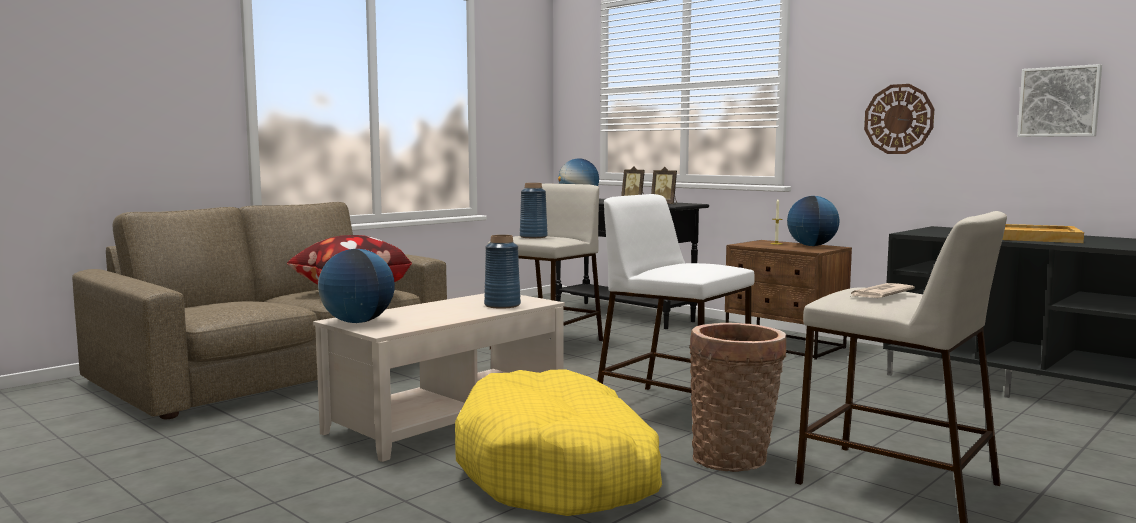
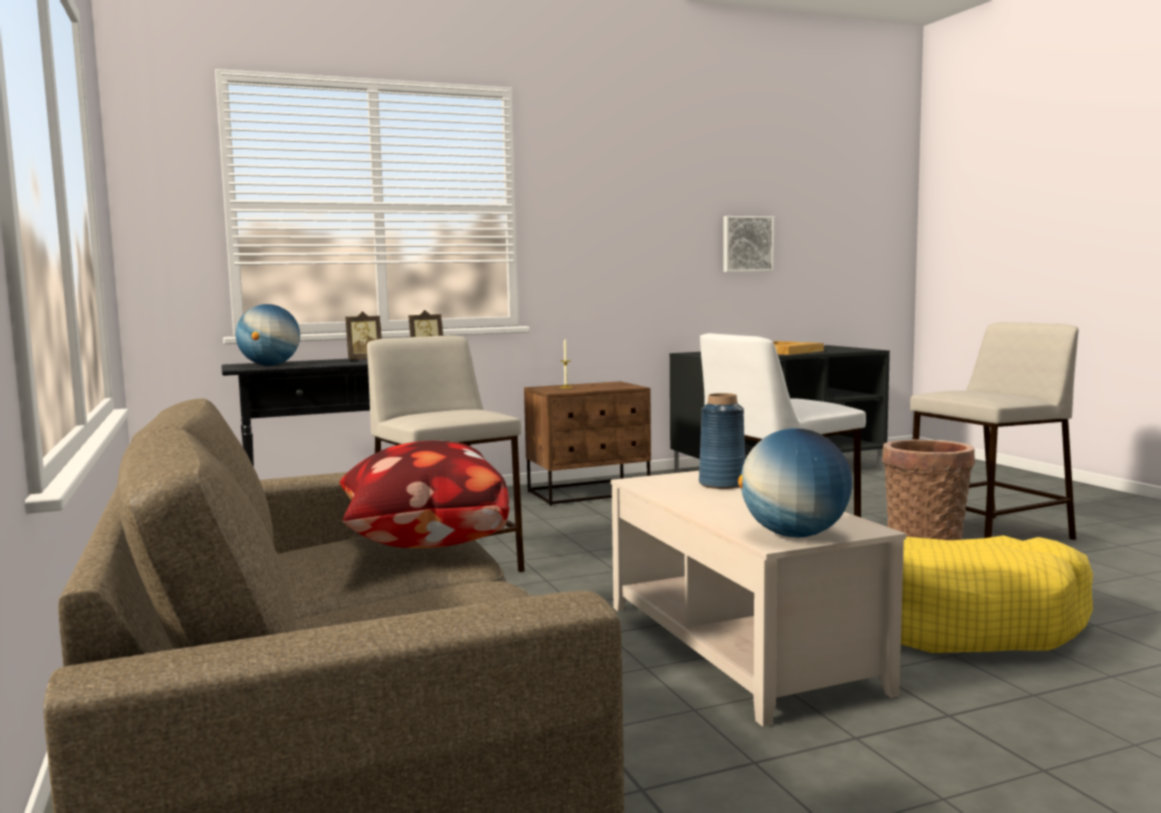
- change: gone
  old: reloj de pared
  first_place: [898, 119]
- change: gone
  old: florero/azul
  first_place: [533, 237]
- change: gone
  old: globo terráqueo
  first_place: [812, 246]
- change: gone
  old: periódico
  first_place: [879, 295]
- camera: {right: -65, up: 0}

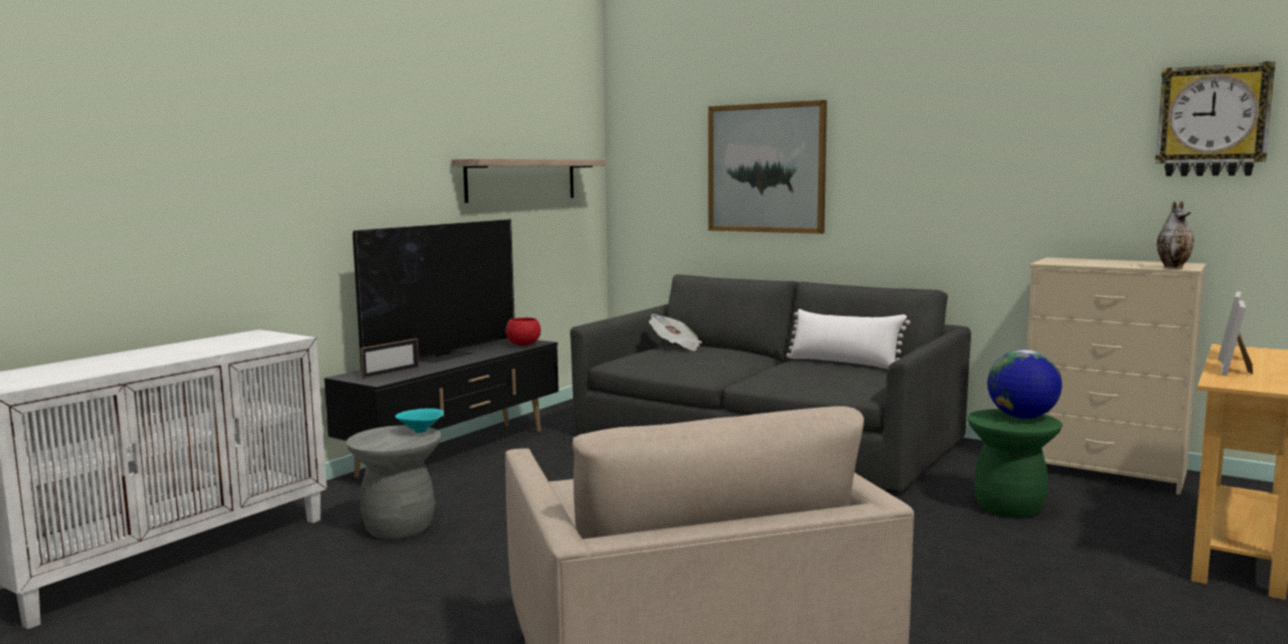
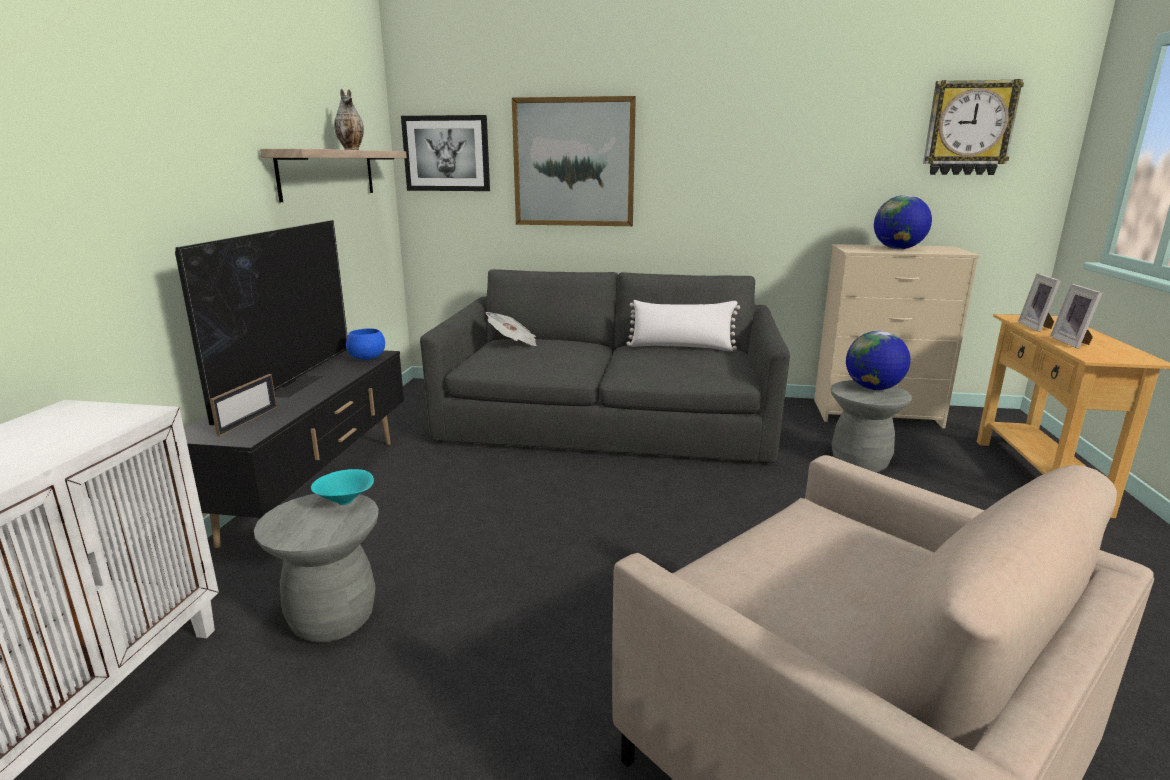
- change: shifted
  old: florero
  first_place: [1173, 267]
  second_place: [352, 149]
- change: repainted
  old: cuenco/rojo
  new: cuenco/azul
  first_place: [523, 345]
  second_place: [367, 359]
- change: repainted
  old: taburete/verde
  new: taburete/gris
  first_place: [1009, 508]
  second_place: [860, 463]
- change: new
  new: cuadro
  second_place: [446, 153]
- change: new
  new: globo terráqueo
  second_place: [898, 249]
- camera: {right: -25, up: 10}

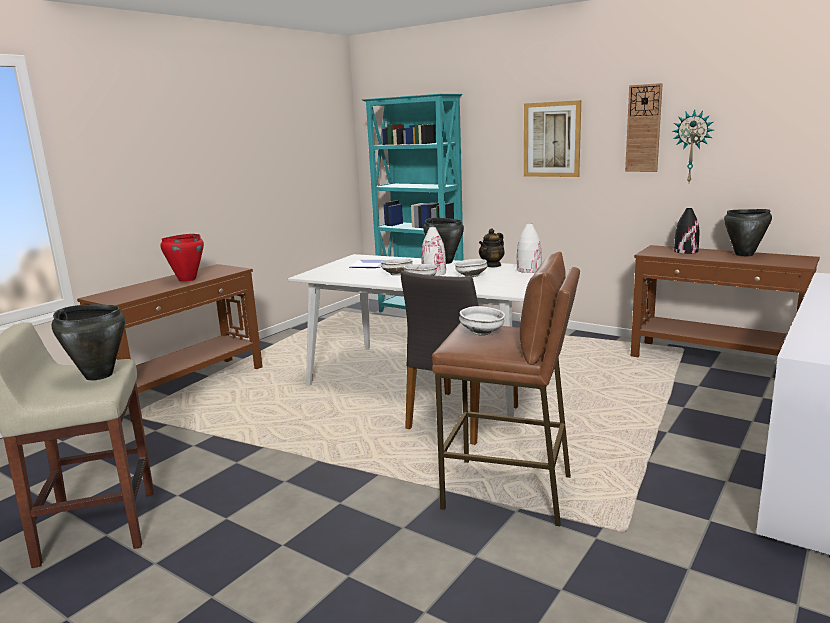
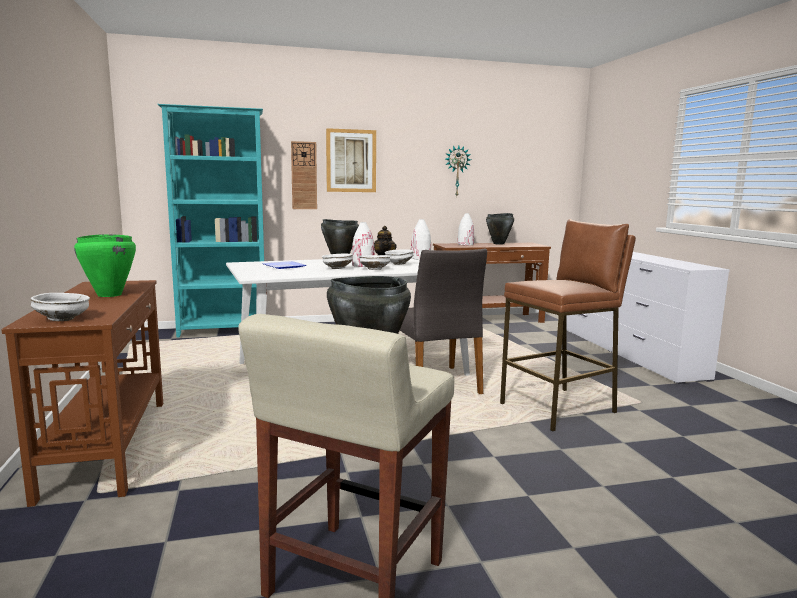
- change: shifted
  old: reloj de pared
  first_place: [643, 128]
  second_place: [304, 175]
- change: repainted
  old: florero/negro
  new: florero/blanco
  first_place: [685, 251]
  second_place: [465, 244]
- change: repainted
  old: olla/rojo
  new: olla/verde
  first_place: [186, 279]
  second_place: [109, 295]
- change: shifted
  old: cuenco/blanco
  first_place: [482, 333]
  second_place: [63, 319]
- camera: {right: -50, up: -5}

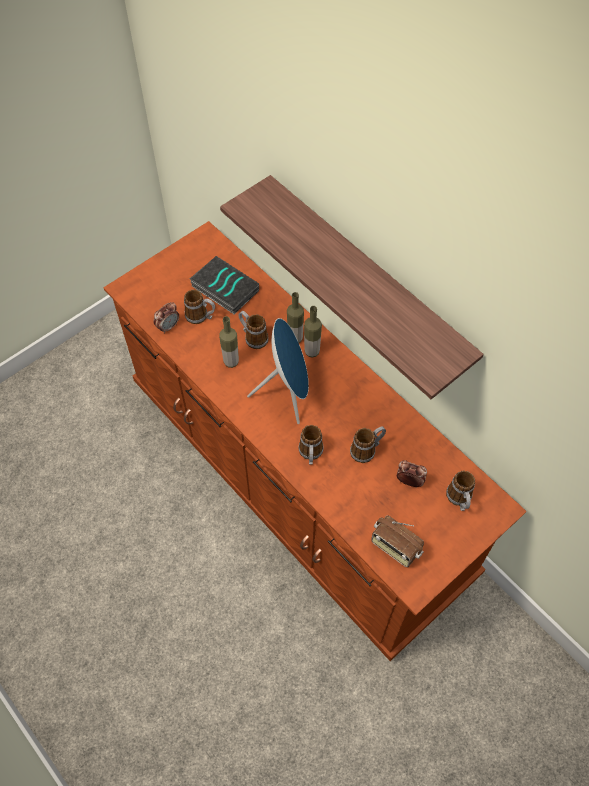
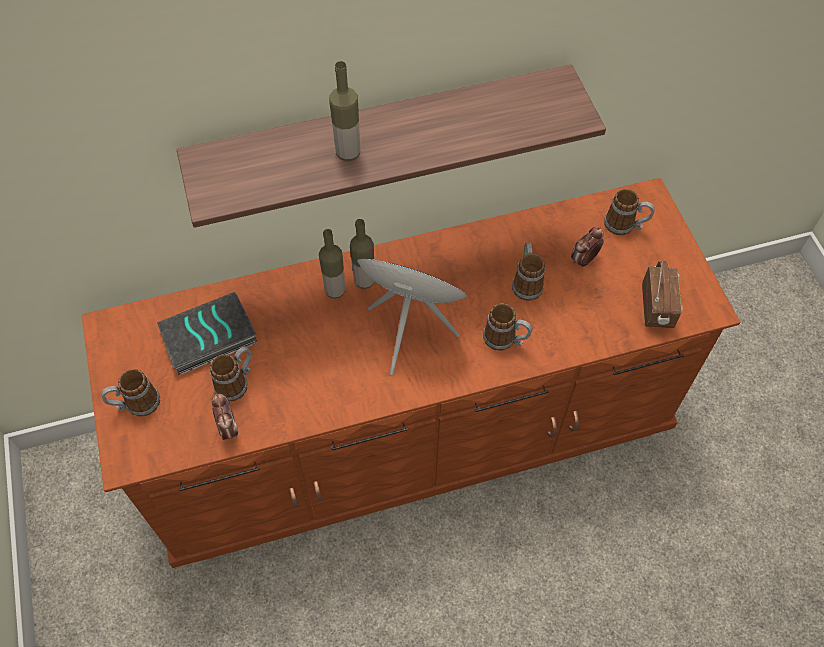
- change: shifted
  old: taza grande
  first_place: [253, 337]
  second_place: [136, 404]
- change: shifted
  old: botella
  first_place: [231, 362]
  second_place: [348, 153]
- change: rotated
  old: radio
  first_place: [395, 547]
  second_place: [657, 307]
  degrees: -60
- camera: {right: -65, up: 0}

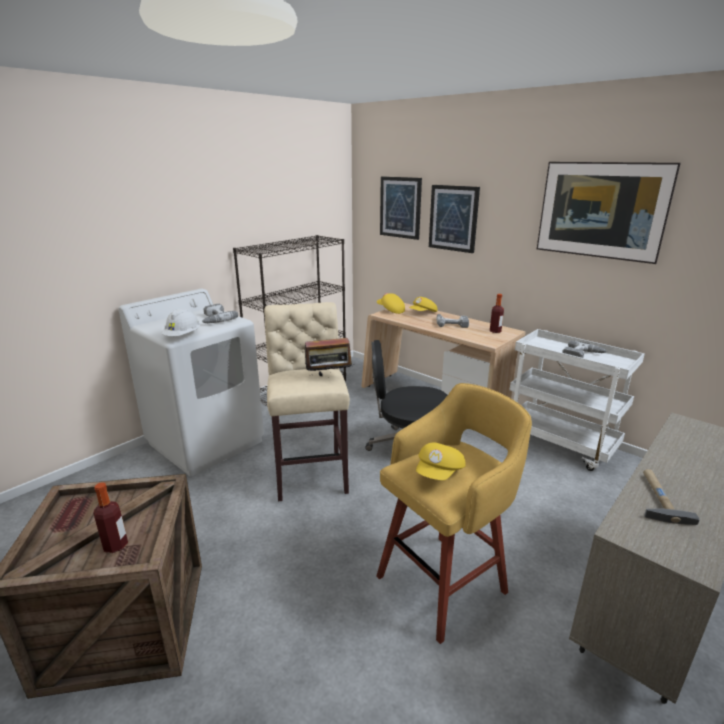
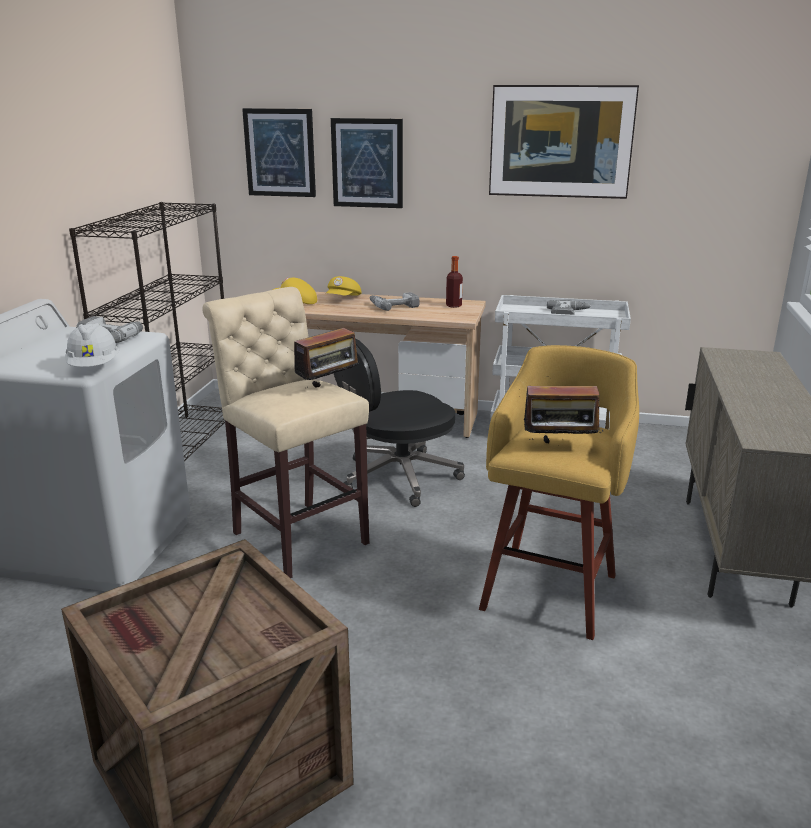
- change: swapped
  old: gorra/amarillo
  new: radio
  first_place: [439, 473]
  second_place: [559, 446]
- change: gone
  old: martillo
  first_place: [657, 497]
- change: gone
  old: botella
  first_place: [115, 545]
- camera: {right: -30, up: 0}

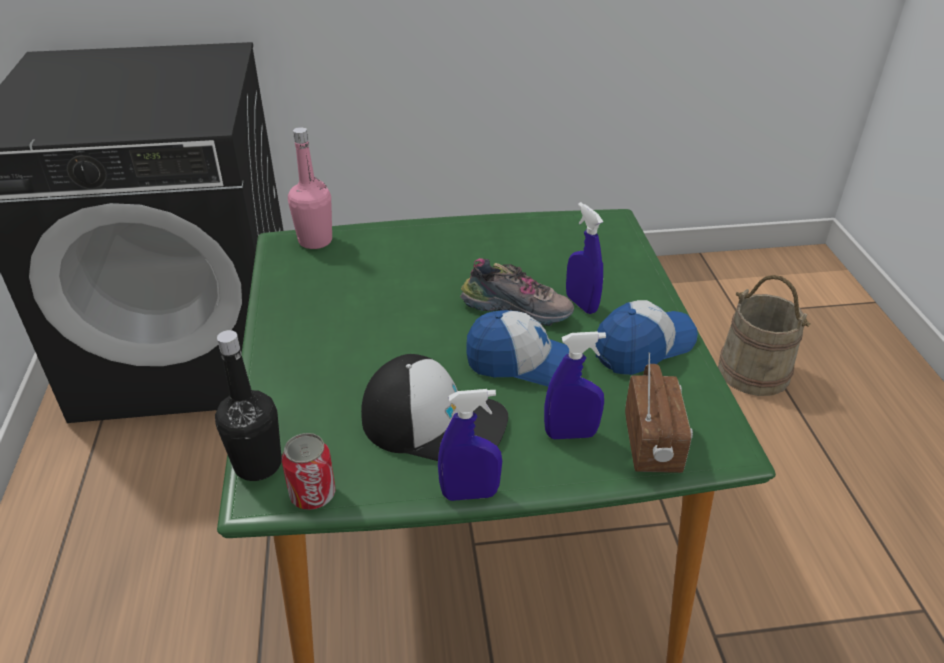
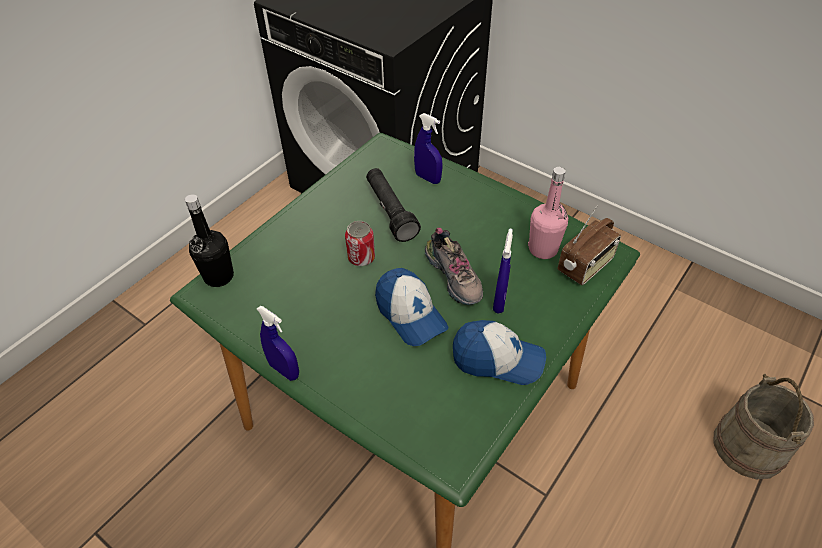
- change: shifted
  old: botella/rosa
  first_place: [315, 241]
  second_place: [543, 249]
- change: shifted
  old: pulverizador/azul
  first_place: [571, 434]
  second_place: [428, 178]
- change: shifted
  old: radio
  first_place: [653, 444]
  second_place: [586, 266]
- change: gone
  old: gorra
  first_place: [435, 421]
- change: shifted
  old: lata
  first_place: [313, 494]
  second_place: [361, 257]
- change: new
  new: linterna/negro
  second_place: [390, 211]
- camera: {right: 45, up: 10}

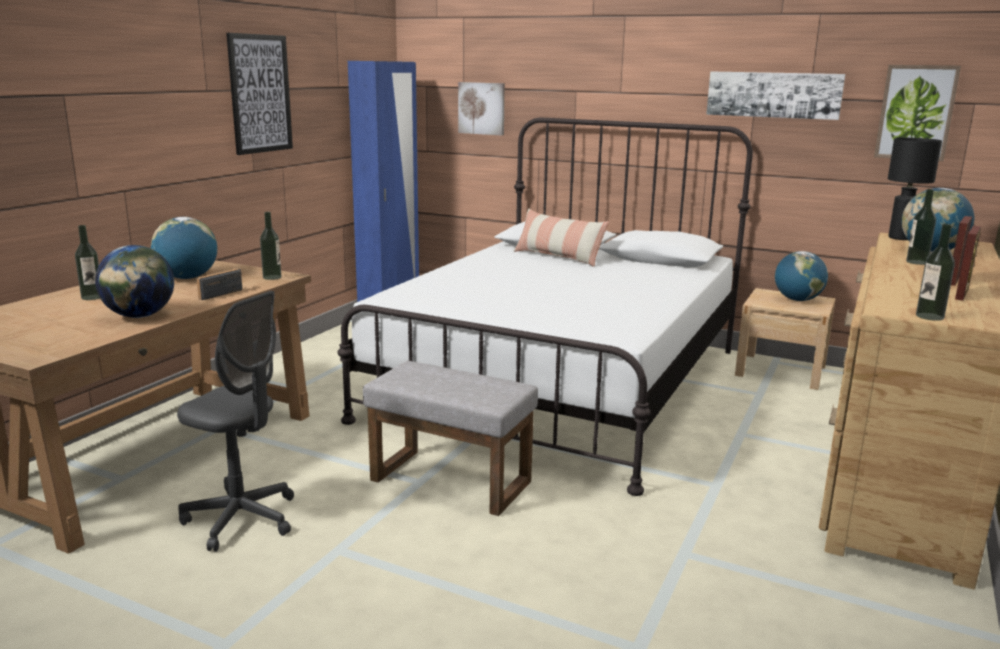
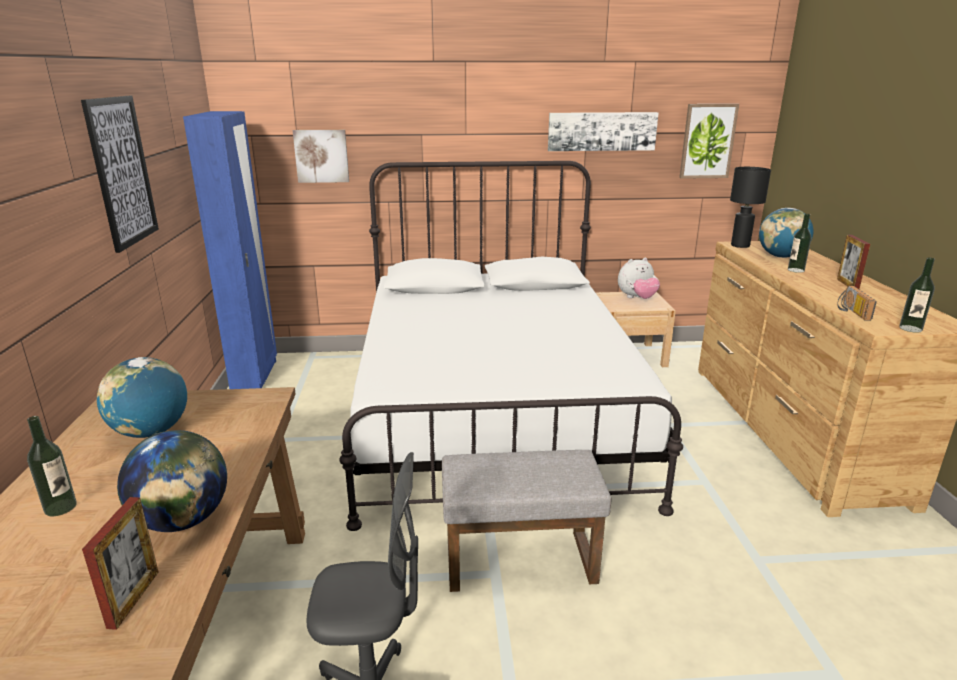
- change: gone
  old: cojín
  first_place: [558, 257]
- change: gone
  old: botella
  first_place: [272, 277]
- change: shifted
  old: portarretratos
  first_place: [961, 294]
  second_place: [133, 599]
- change: swapped
  old: globo terráqueo
  new: peluche
  first_place: [797, 300]
  second_place: [637, 298]
- change: shifted
  old: radio
  first_place: [219, 293]
  second_place: [851, 312]
- camera: {right: -30, up: 5}

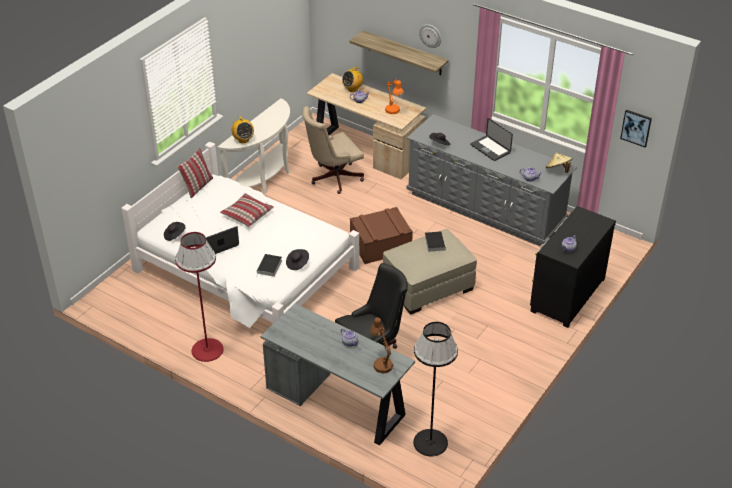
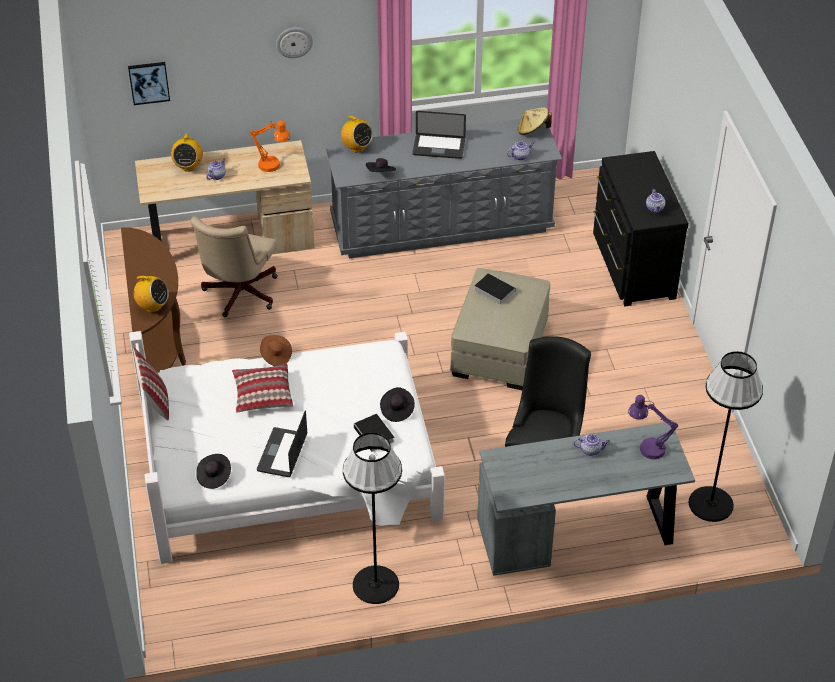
- change: gone
  old: estante
  first_place: [404, 53]
- change: repainted
  old: mesa consola/blanco
  new: mesa consola/marrón
  first_place: [264, 178]
  second_place: [159, 346]
- change: shifted
  old: cuadro
  first_place: [636, 127]
  second_place: [149, 82]
- change: gone
  old: caja de almacenaje/marrón
  first_place: [380, 245]
- change: repainted
  old: lámpara de pie/rojo
  new: lámpara de pie/negro
  first_place: [207, 350]
  second_place: [375, 585]
- change: repainted
  old: lámpara de mesa/marrón
  new: lámpara de mesa/morado
  first_place: [381, 363]
  second_place: [647, 448]
- change: new
  new: radio
  second_place: [356, 147]
- change: new
  new: sombrero/marrón
  second_place: [275, 356]
- camera: {right: -45, up: 5}

